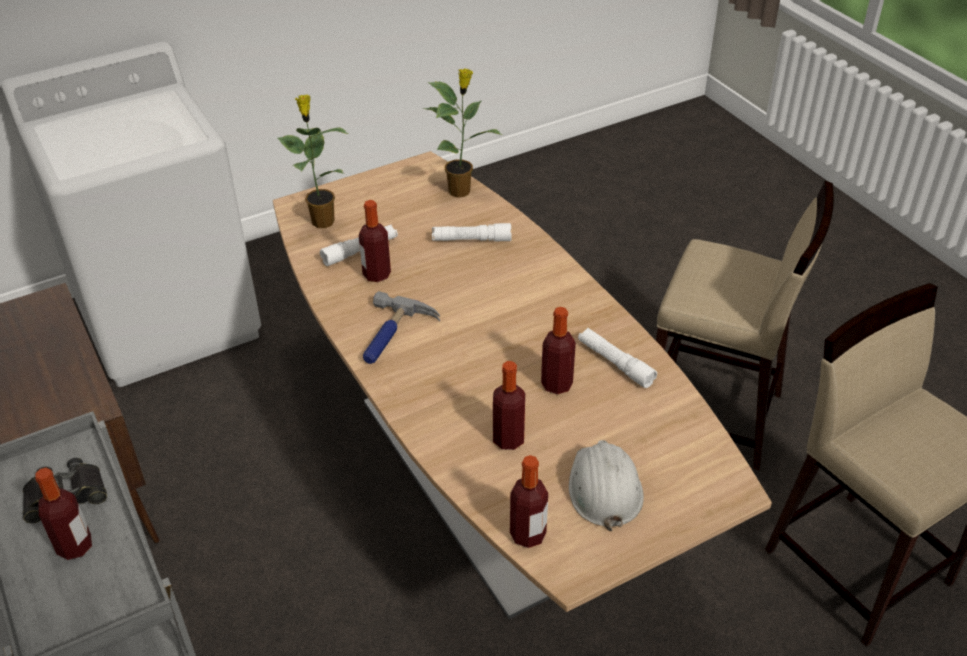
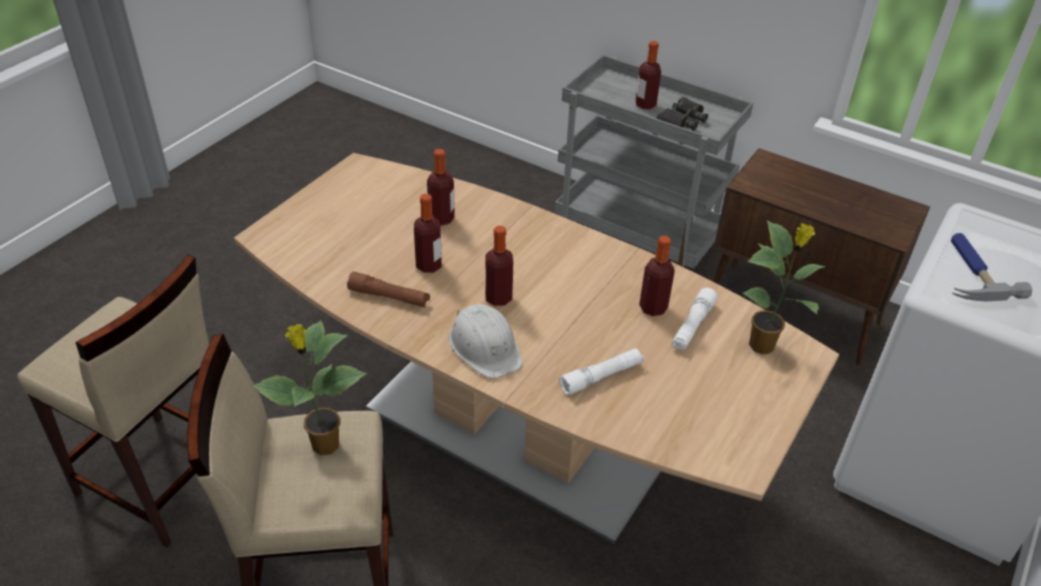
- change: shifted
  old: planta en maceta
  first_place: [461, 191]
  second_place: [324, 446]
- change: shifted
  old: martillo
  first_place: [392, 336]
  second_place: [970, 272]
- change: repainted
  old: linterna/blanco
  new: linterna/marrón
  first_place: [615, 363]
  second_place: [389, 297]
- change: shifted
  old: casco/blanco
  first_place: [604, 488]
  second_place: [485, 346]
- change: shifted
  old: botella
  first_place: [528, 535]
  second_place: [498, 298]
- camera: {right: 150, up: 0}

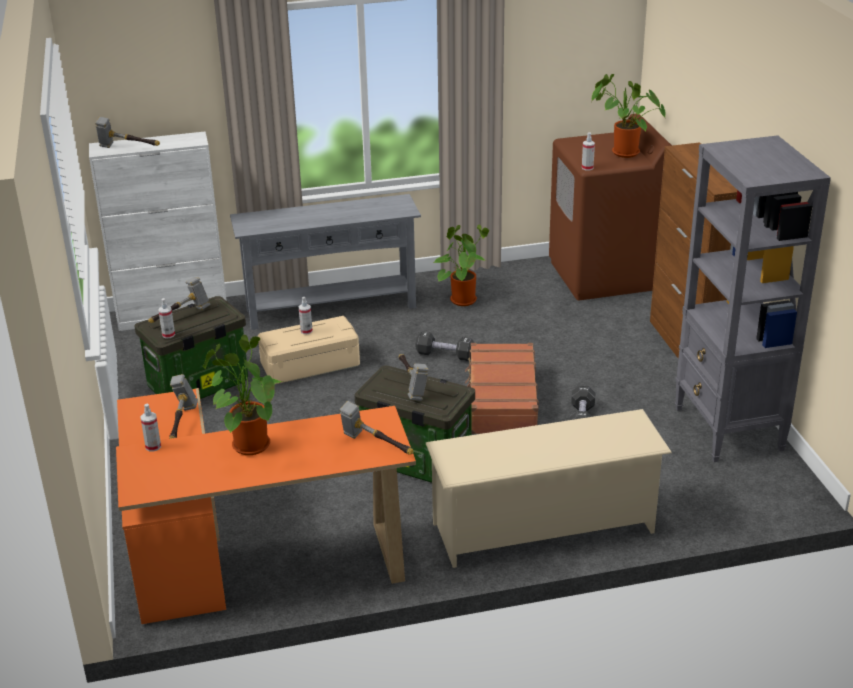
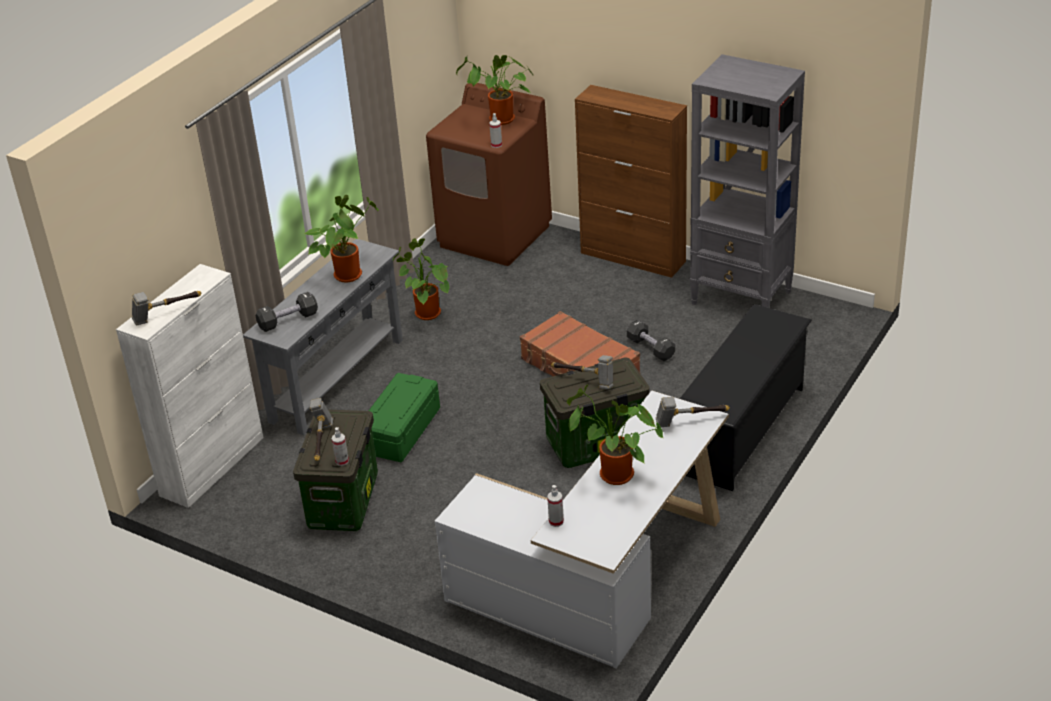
- change: gone
  old: pulverizador
  first_place: [306, 331]
- change: repainted
  old: caja de almacenaje/beis
  new: caja de almacenaje/verde
  first_place: [310, 364]
  second_place: [400, 430]
- change: shifted
  old: mancuerna/negro
  first_place: [445, 355]
  second_place: [288, 320]
- change: gone
  old: martillo
  first_place: [181, 424]
- change: repainted
  old: escritorio/naranja
  new: escritorio/blanco
  first_place: [245, 556]
  second_place: [599, 580]
- change: repainted
  old: zapatero/beis
  new: zapatero/negro
  first_place: [544, 528]
  second_place: [741, 430]
- change: new
  new: planta en maceta
  second_place: [348, 273]
- camera: {right: -45, up: 5}

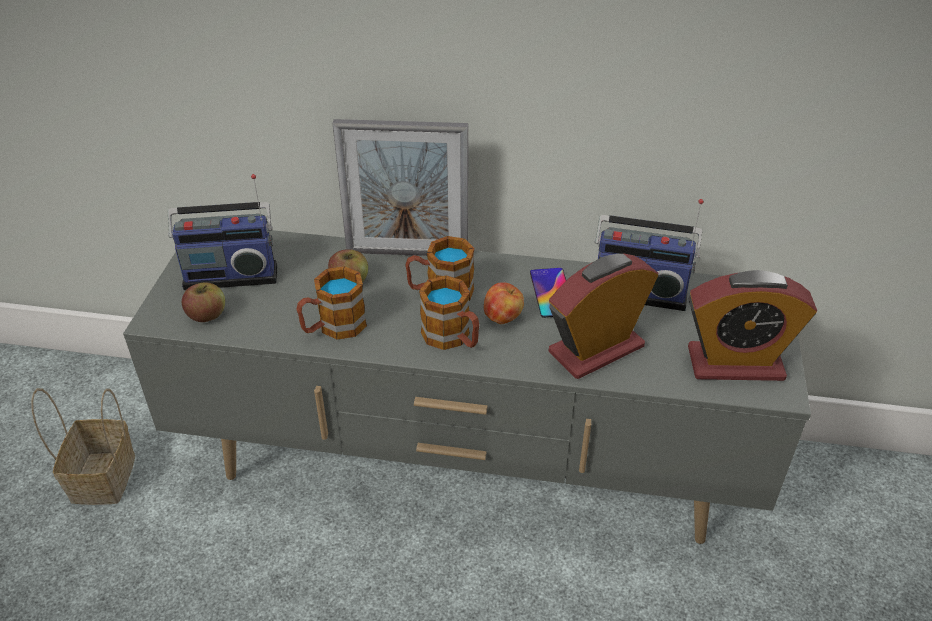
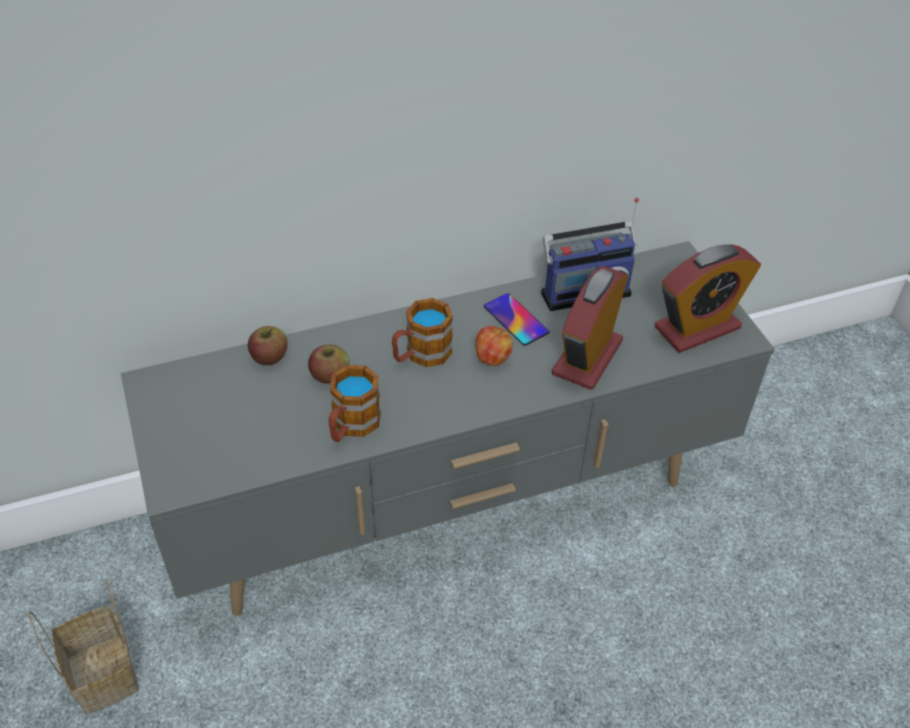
- change: gone
  old: portarretratos
  first_place: [407, 253]
- change: gone
  old: radio
  first_place: [231, 274]
- change: gone
  old: taza grande
  first_place: [452, 338]
- change: shifted
  old: manzana
  first_place: [207, 315]
  second_place: [269, 357]
- camera: {right: -30, up: 5}

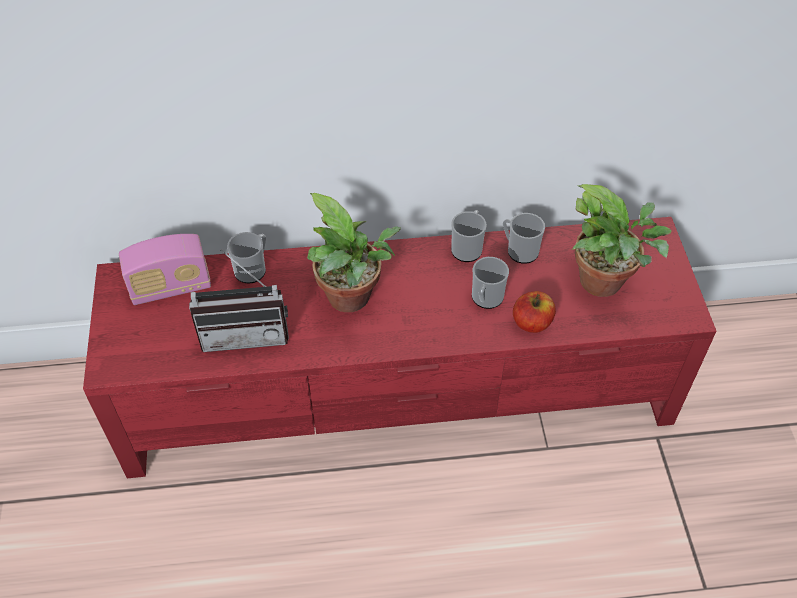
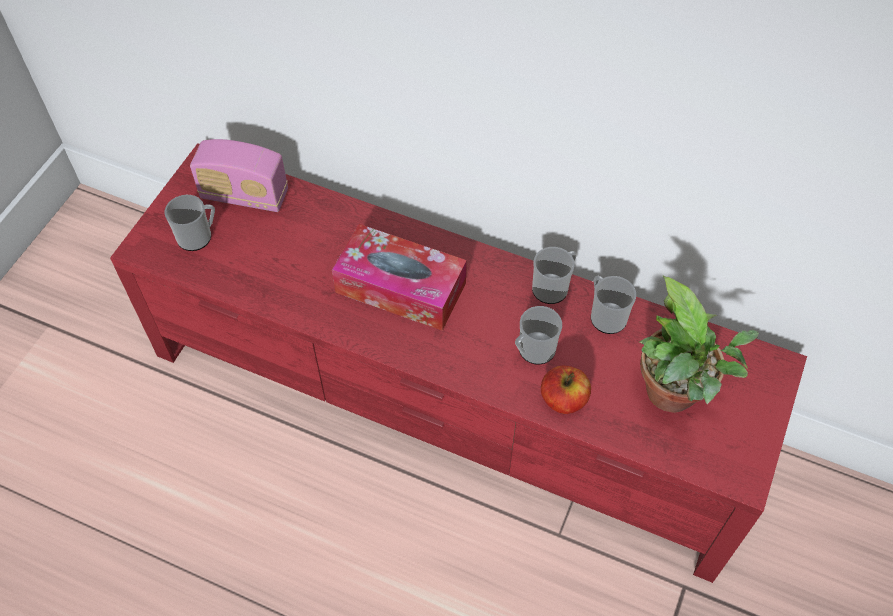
- change: swapped
  old: planta en maceta
  new: caja de pañuelos
  first_place: [352, 300]
  second_place: [400, 288]
- change: shifted
  old: taza grande
  first_place: [253, 269]
  second_place: [198, 236]
- change: gone
  old: radio
  first_place: [246, 332]
- camera: {right: 30, up: 5}

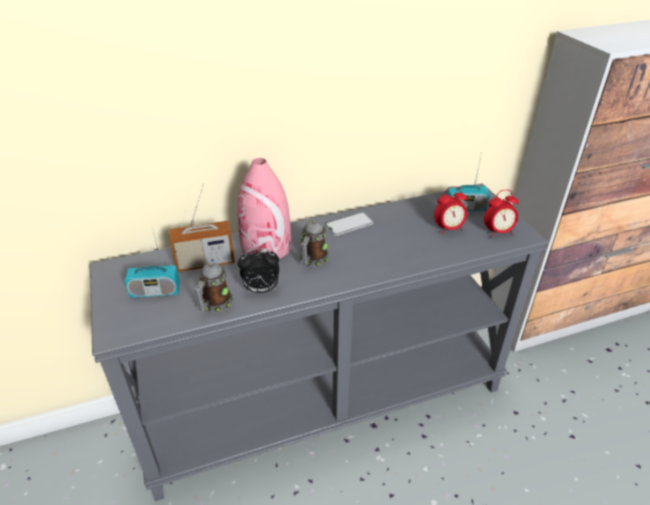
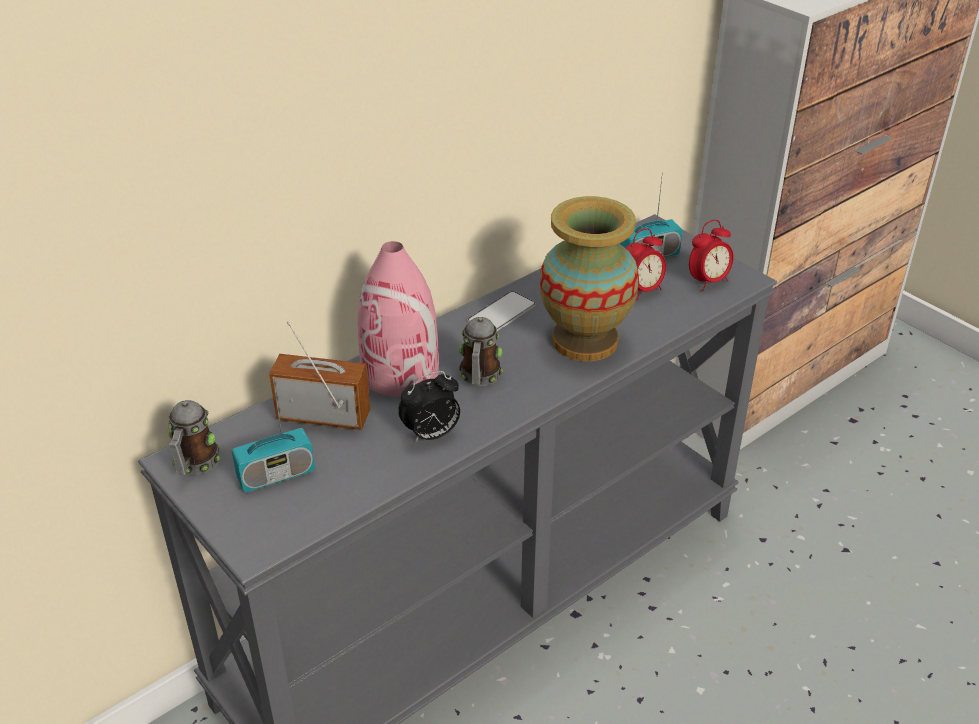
- change: rotated
  old: radio
  first_place: [205, 262]
  second_place: [323, 416]
  degrees: -135
- change: shifted
  old: taza grande
  first_place: [214, 305]
  second_place: [194, 464]
- change: new
  new: florero
  second_place: [585, 341]
- camera: {right: -20, up: 0}

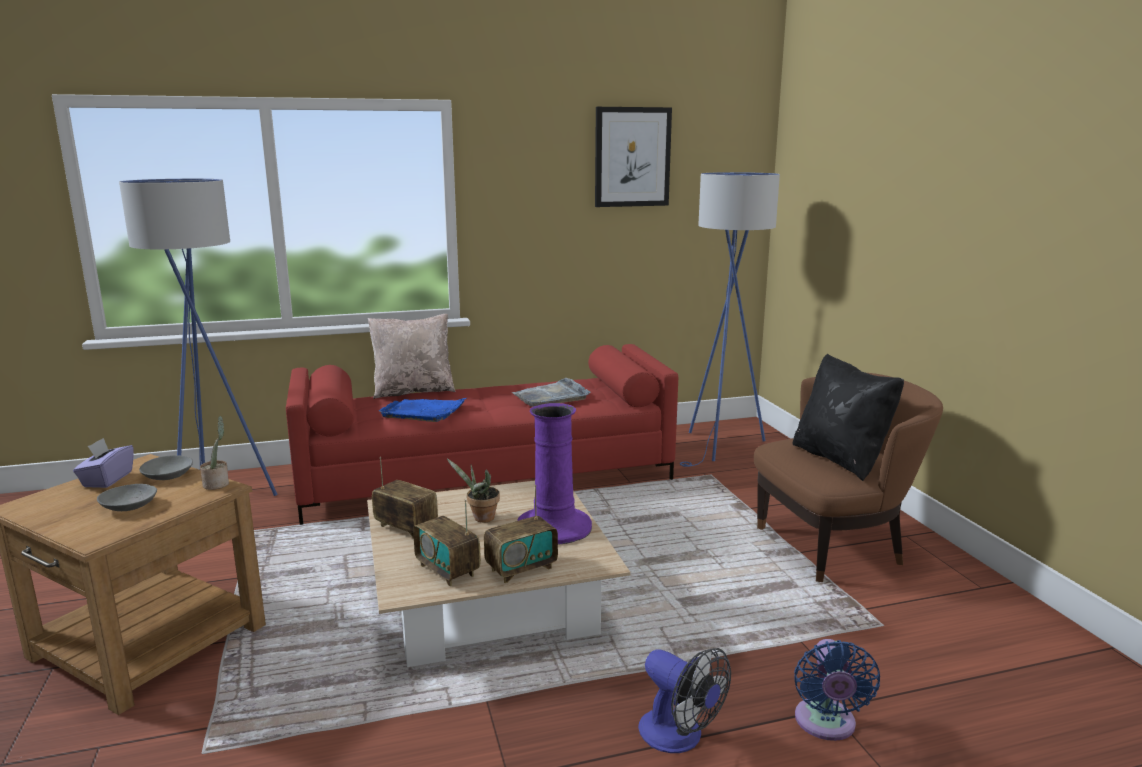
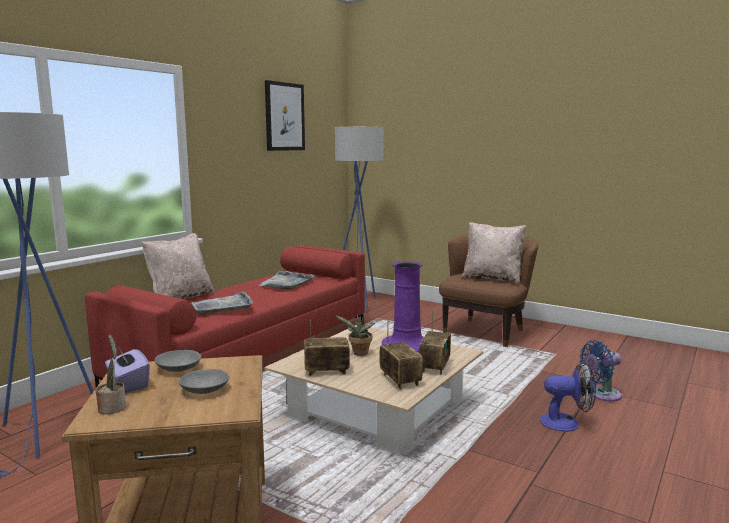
- change: repainted
  old: cojín/negro
  new: cojín/beis
  first_place: [841, 459]
  second_place: [492, 278]
- change: repainted
  old: bandeja/azul
  new: bandeja/gris
  first_place: [424, 412]
  second_place: [222, 306]
- change: shifted
  old: planta en maceta
  first_place: [217, 484]
  second_place: [112, 407]
- change: rotated
  old: radio
  first_place: [447, 570]
  second_place: [400, 380]
  degrees: -120
- change: rotated
  old: ventilador/azul
  first_place: [826, 725]
  second_place: [601, 395]
  degrees: 105
- camera: {right: -40, up: -5}

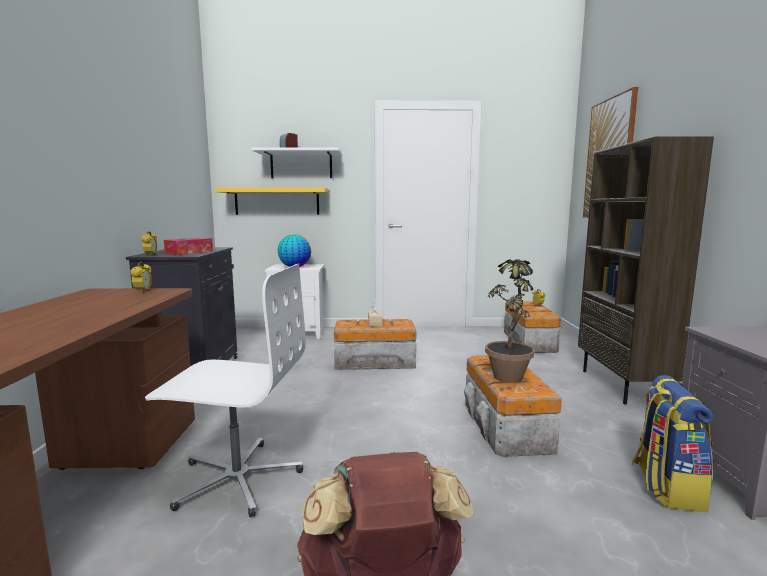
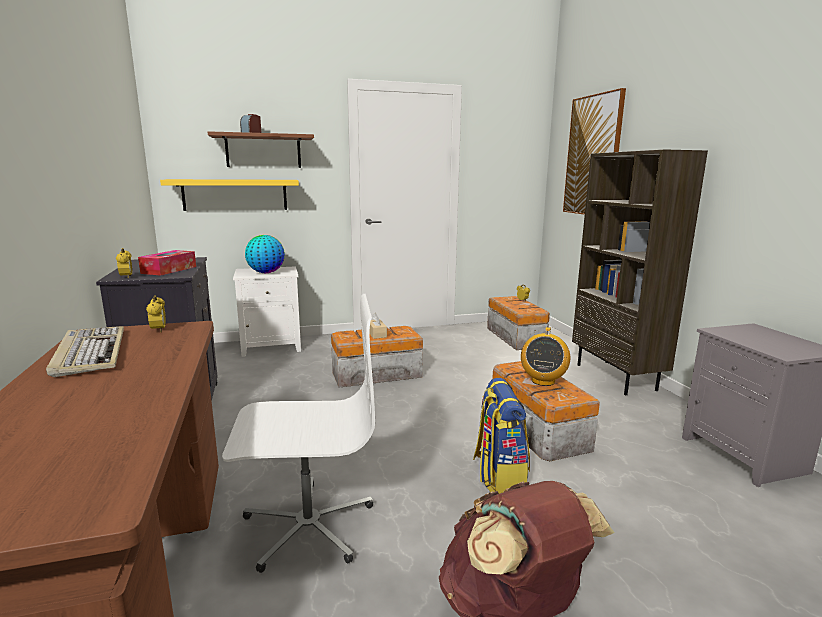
- change: repainted
  old: estante/blanco
  new: estante/marrón
  first_place: [301, 165]
  second_place: [263, 151]
- change: swapped
  old: planta en maceta
  new: radio
  first_place: [509, 373]
  second_place: [543, 381]
- change: shifted
  old: mochila
  first_place: [665, 486]
  second_place: [499, 475]
- change: new
  new: teclado
  second_place: [90, 353]
- camera: {right: -15, up: 5}

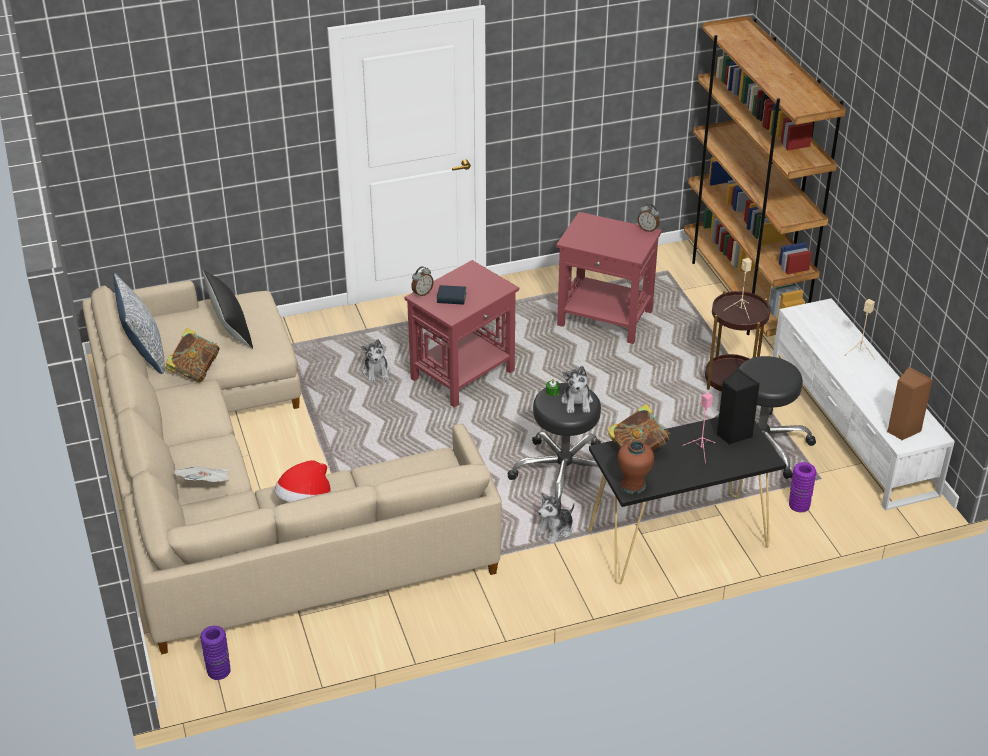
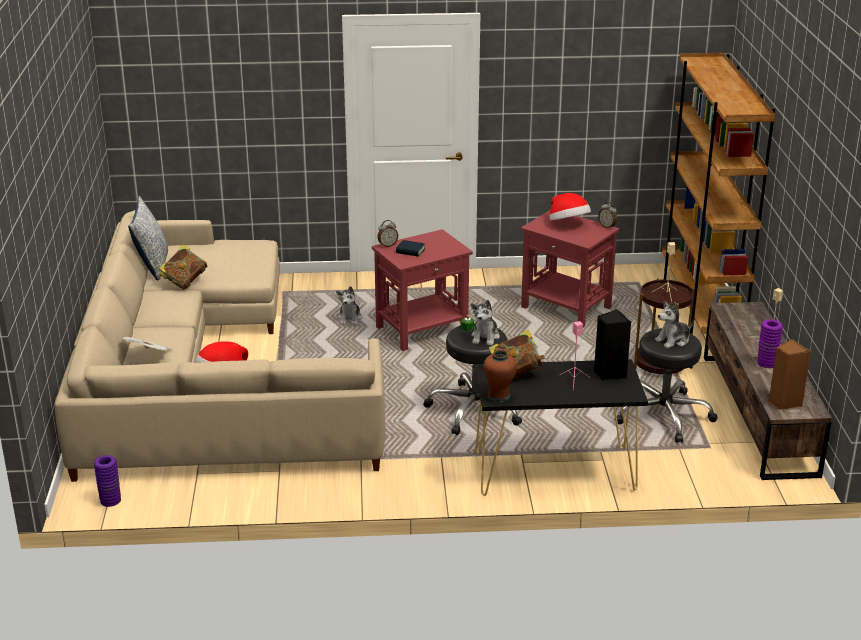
- change: gone
  old: cojín/negro
  first_place: [229, 325]
- change: repainted
  old: mueble de televisión/blanco
  new: mueble de televisión/marrón
  first_place: [852, 427]
  second_place: [758, 414]
- change: shifted
  old: florero/morado
  first_place: [799, 505]
  second_place: [766, 363]
- change: shifted
  old: peluche
  first_place: [556, 530]
  second_place: [673, 340]
- change: new
  new: sombrero
  second_place: [568, 224]
- camera: {right: 15, up: -10}

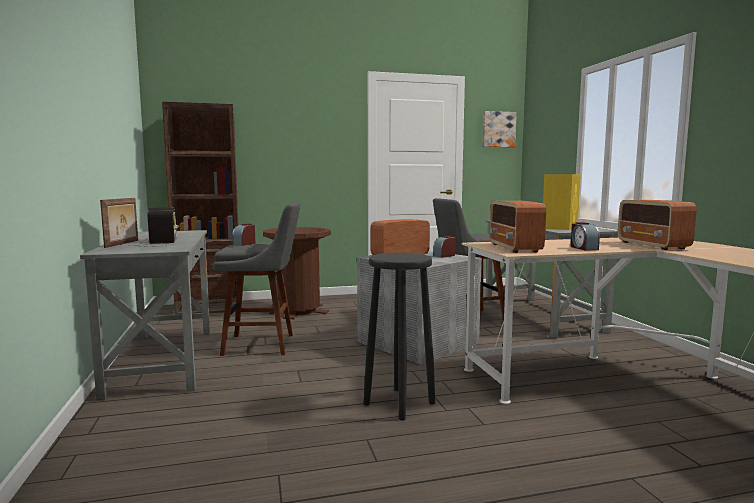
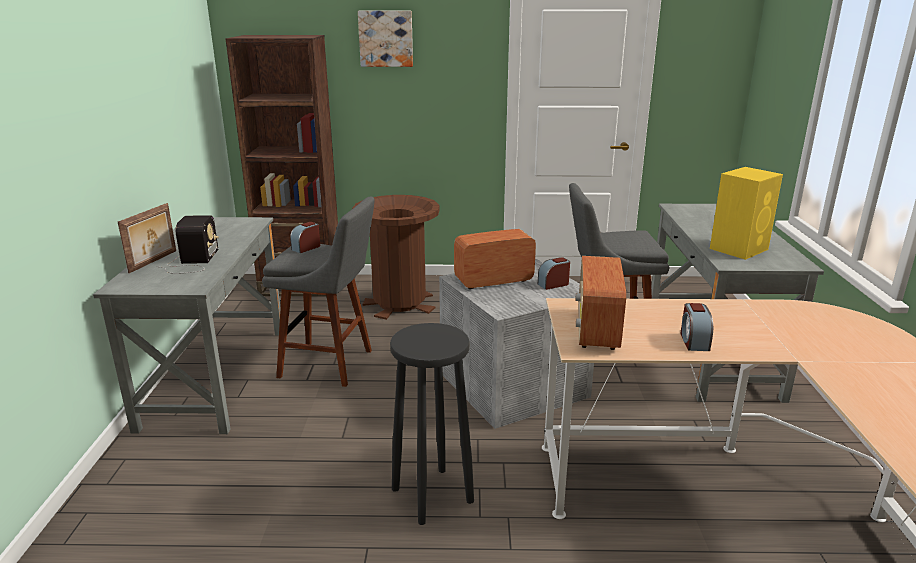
- change: shifted
  old: cuadro
  first_place: [498, 129]
  second_place: [386, 38]
- change: gone
  old: radio
  first_place: [653, 245]
- camera: {right: 15, up: 15}

